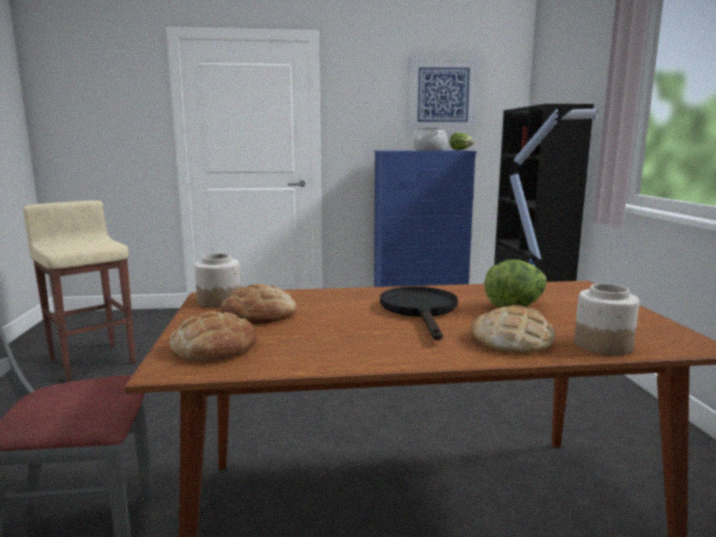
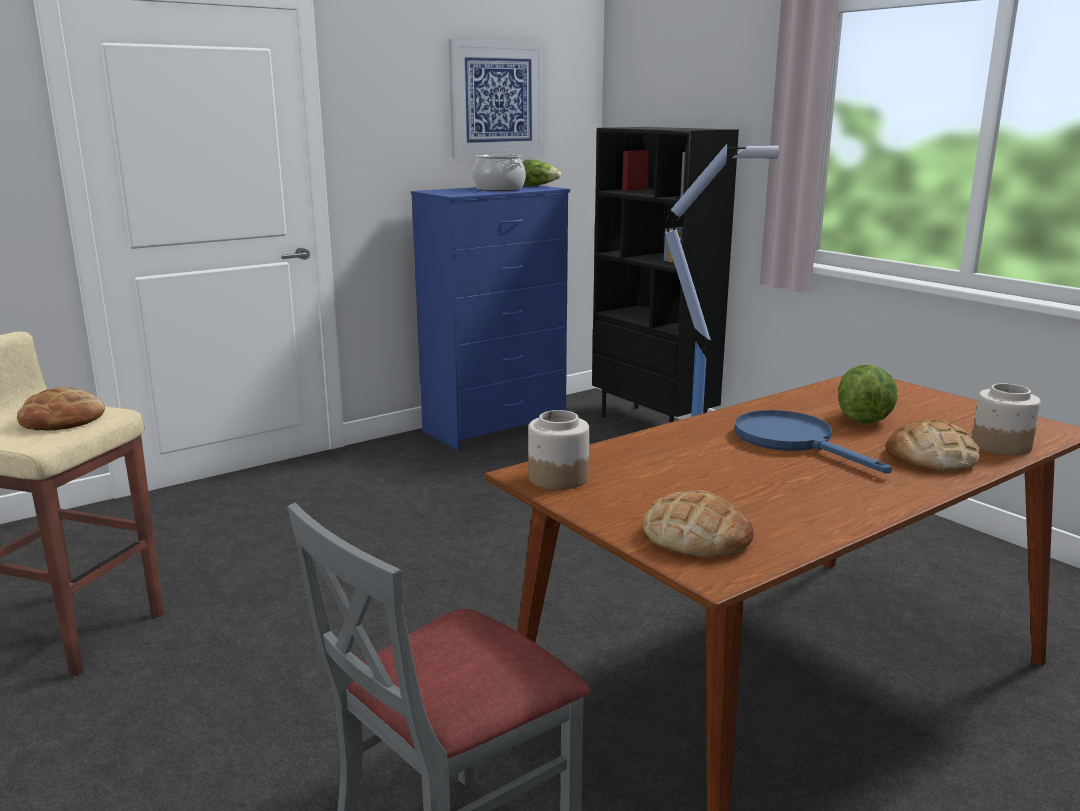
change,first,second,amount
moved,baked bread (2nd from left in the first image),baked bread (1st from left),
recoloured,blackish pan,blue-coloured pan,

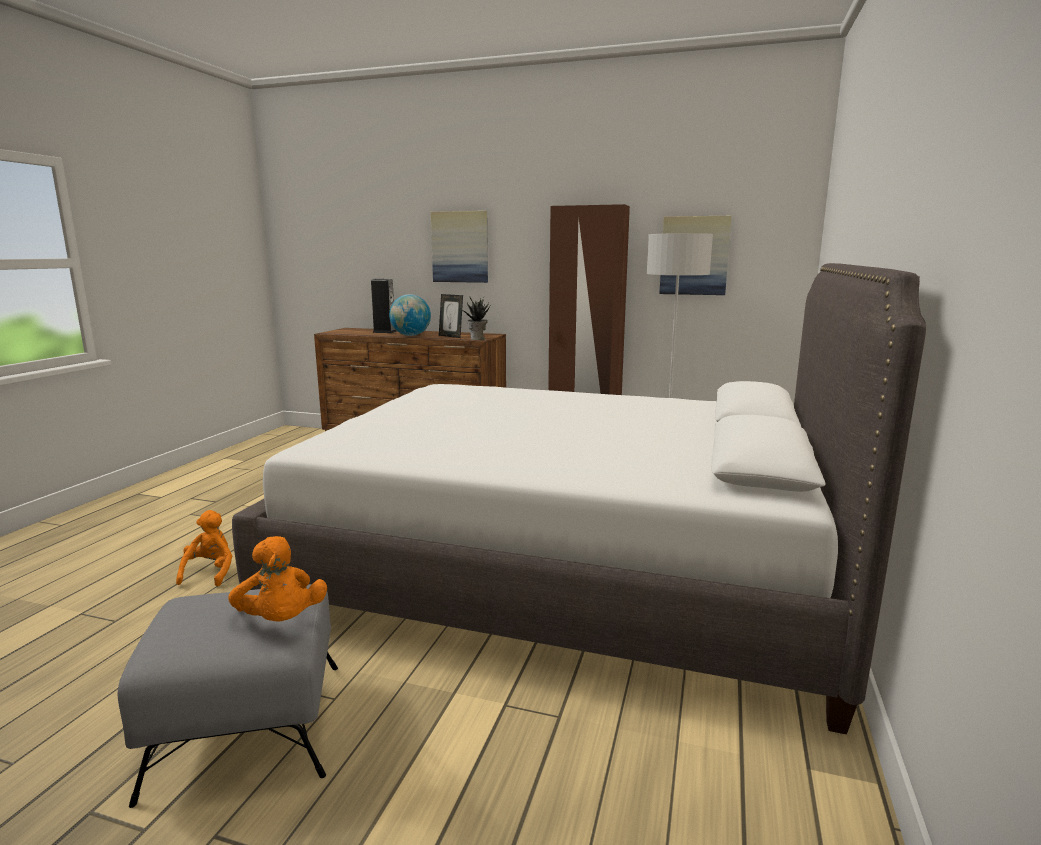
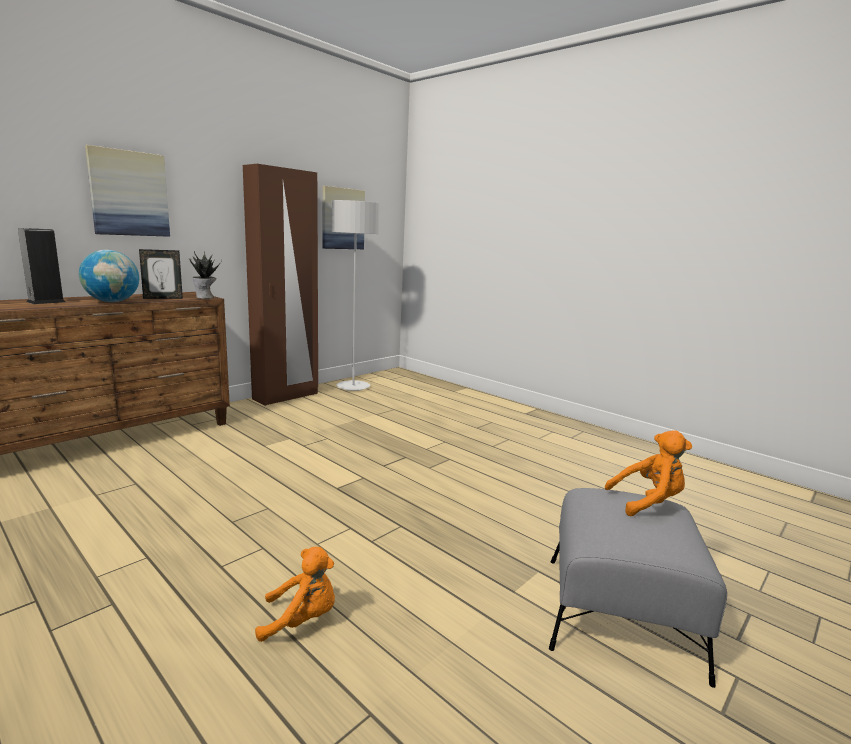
change,first,second,amount
removed,white bed,,
turned,orange-coloured plush toy (1st from left),,150 degrees clockwise

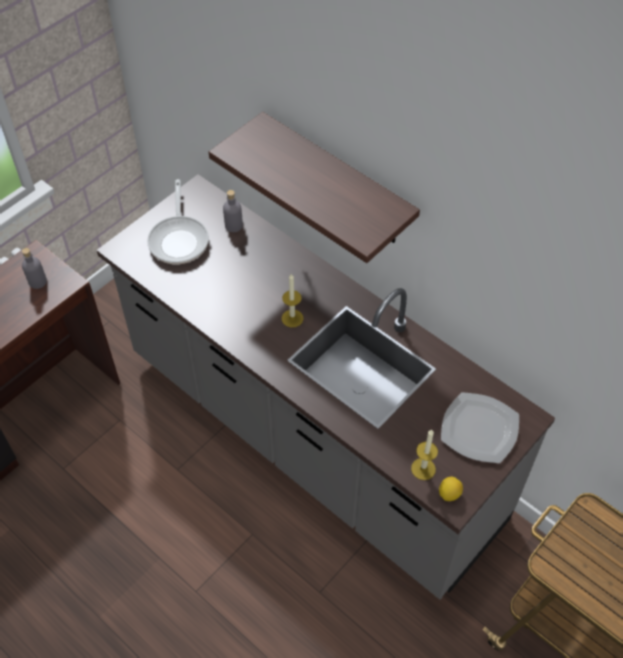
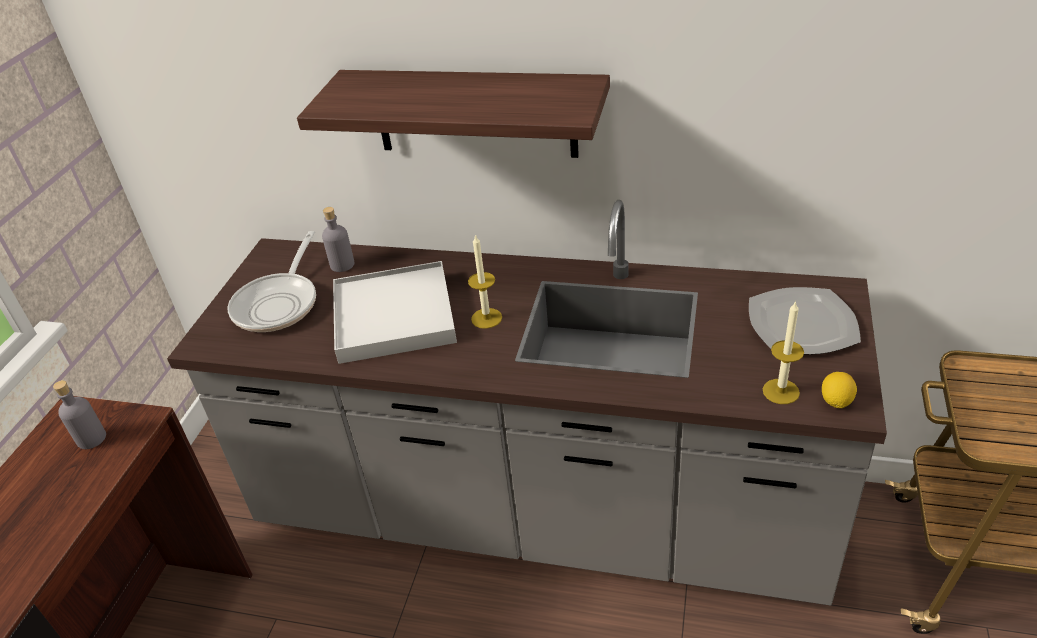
change,first,second,amount
added,,white tray,
turned,pan,,45 degrees clockwise

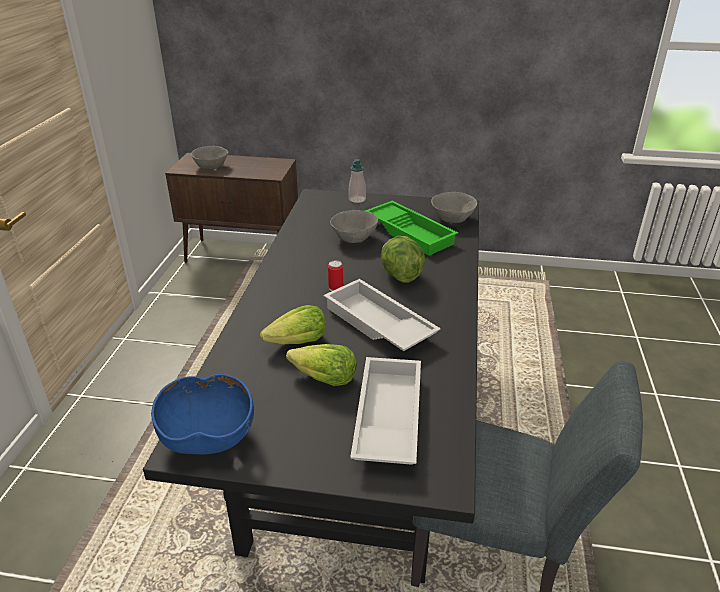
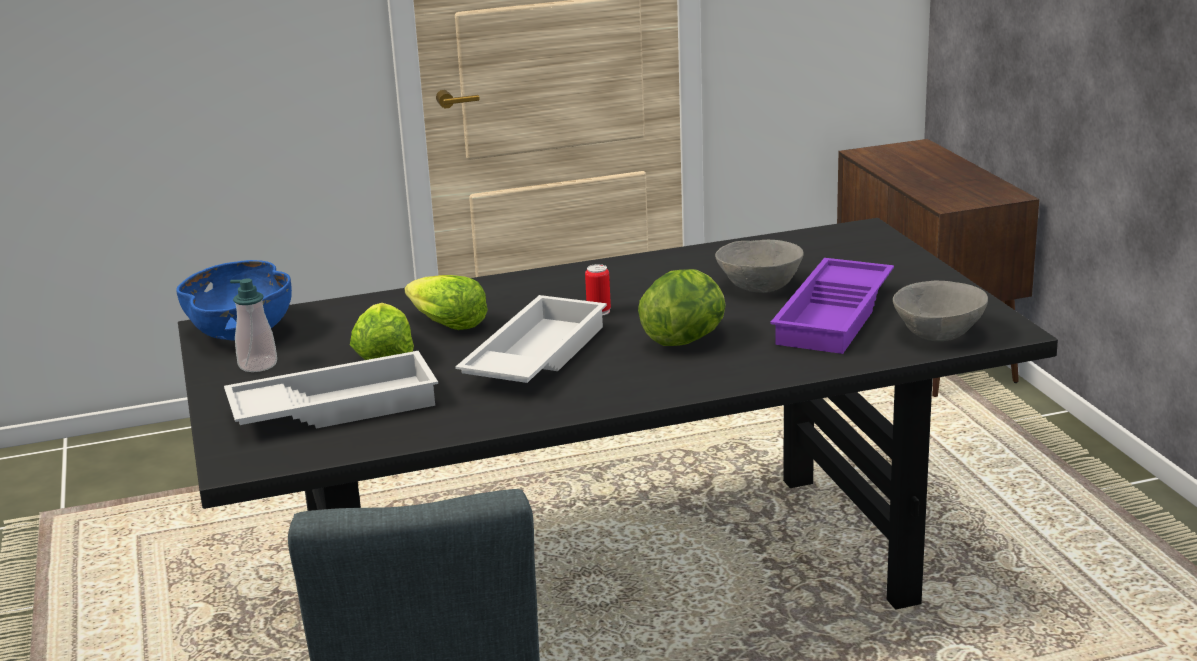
change,first,second,amount
removed,grey bowl (1st from left),,
moved,soap bottle,,
recoloured,greenish tray,purple tray,

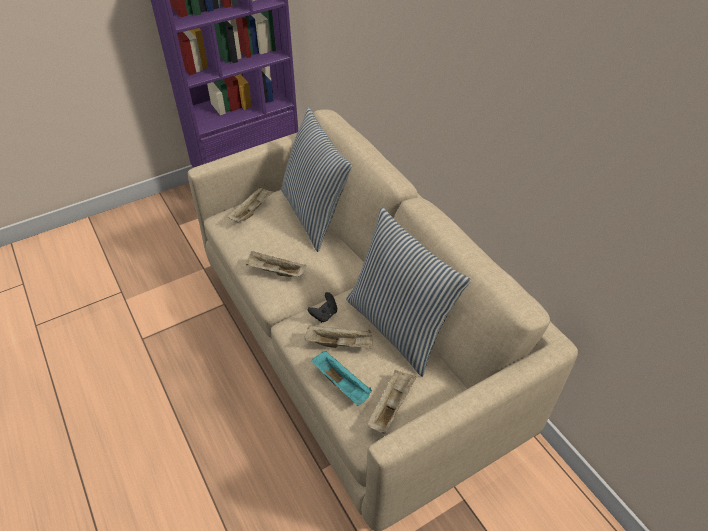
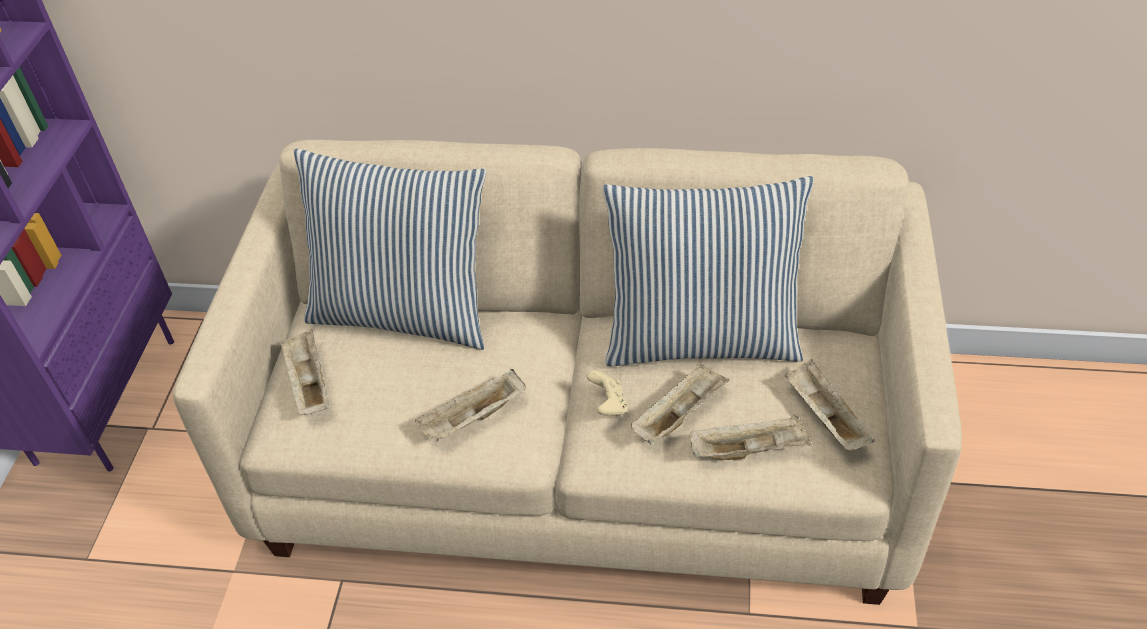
change,first,second,amount
recoloured,blackish joypad,beige joypad,
recoloured,blue-green tray,beige tray (4th from left),

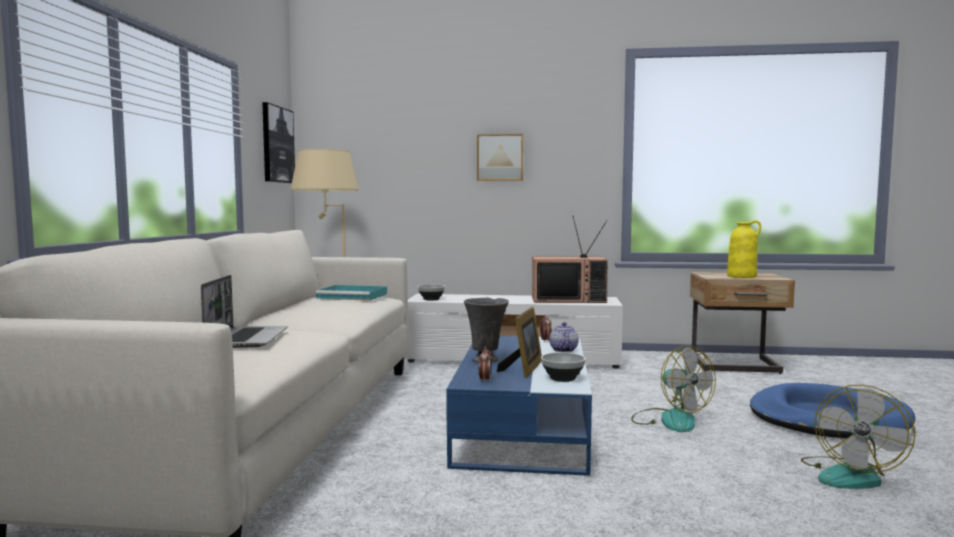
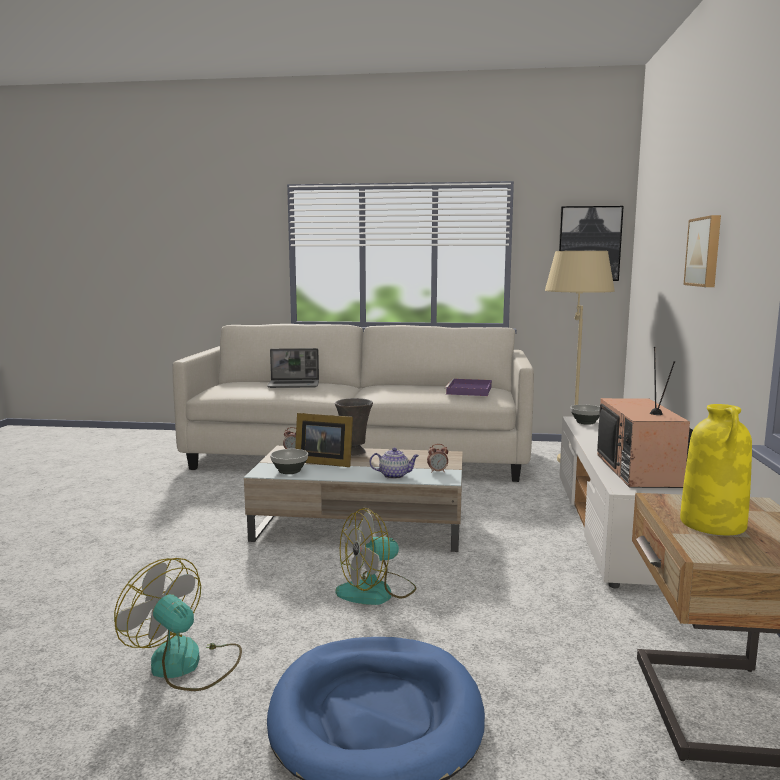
change,first,second,amount
recoloured,blue-green tray,purple tray,
recoloured,blue-coloured lounge table,beige lounge table,

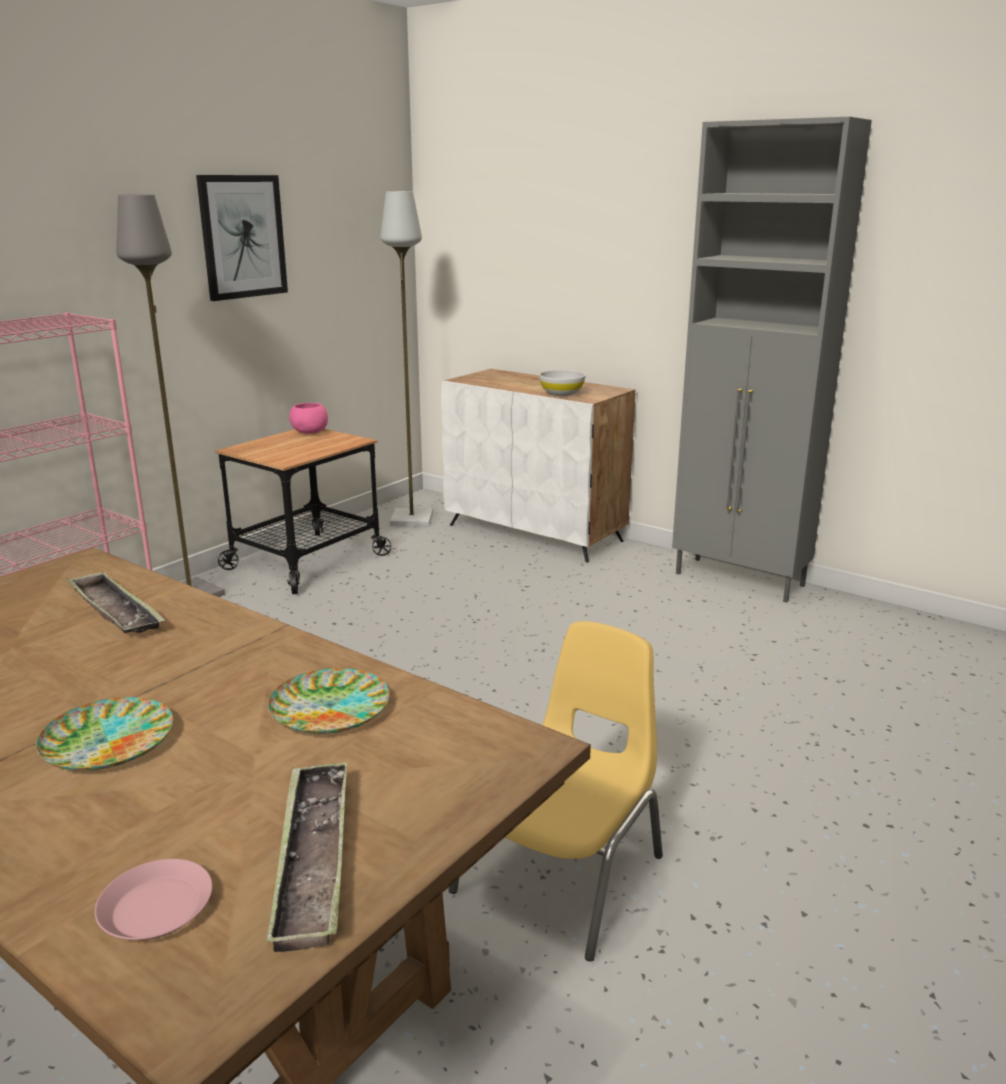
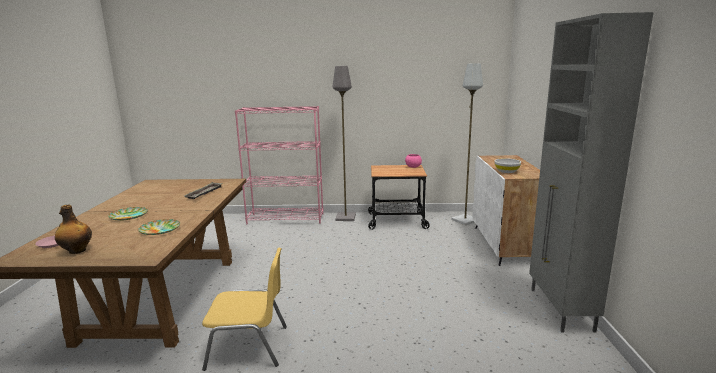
change,first,second,amount
removed,wall picture,,
replaced,tray (2nd from left),beverage bottle,

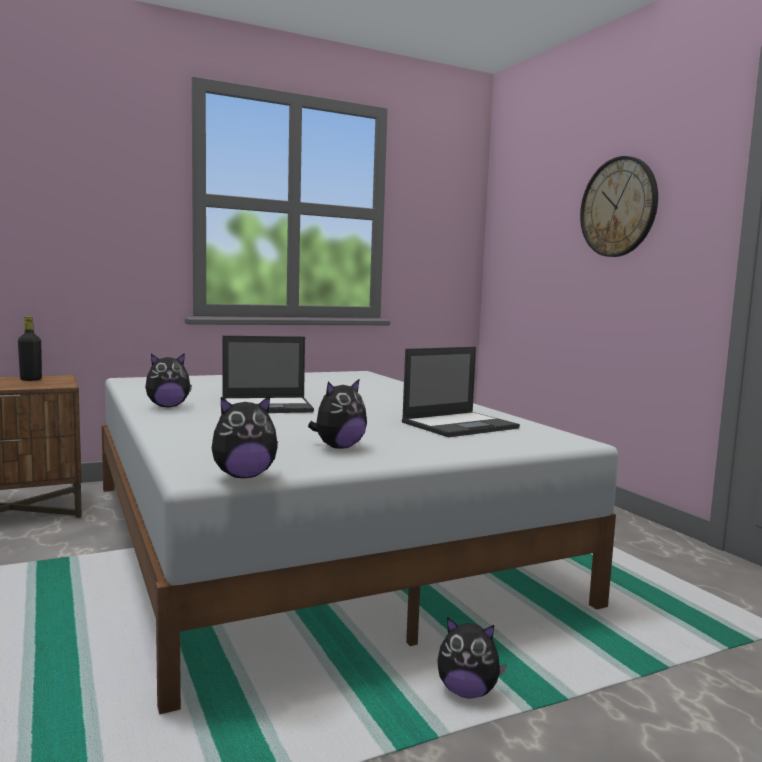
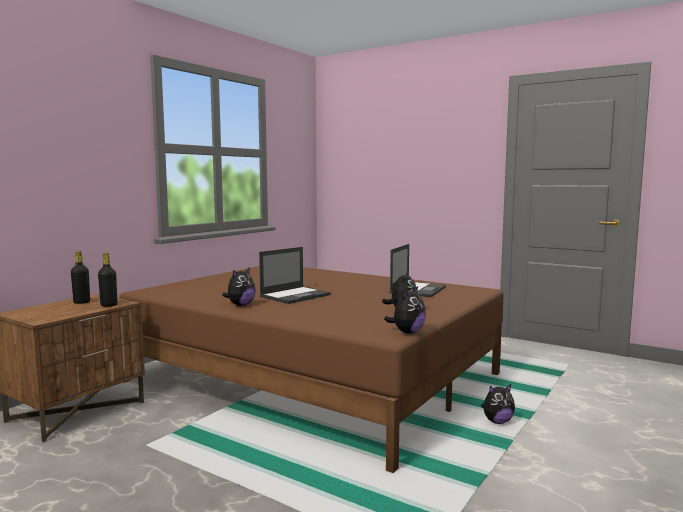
change,first,second,amount
removed,clock on the wall,,
added,,blackish beverage bottle (2nd from left),
recoloured,white bed,brownish bed,

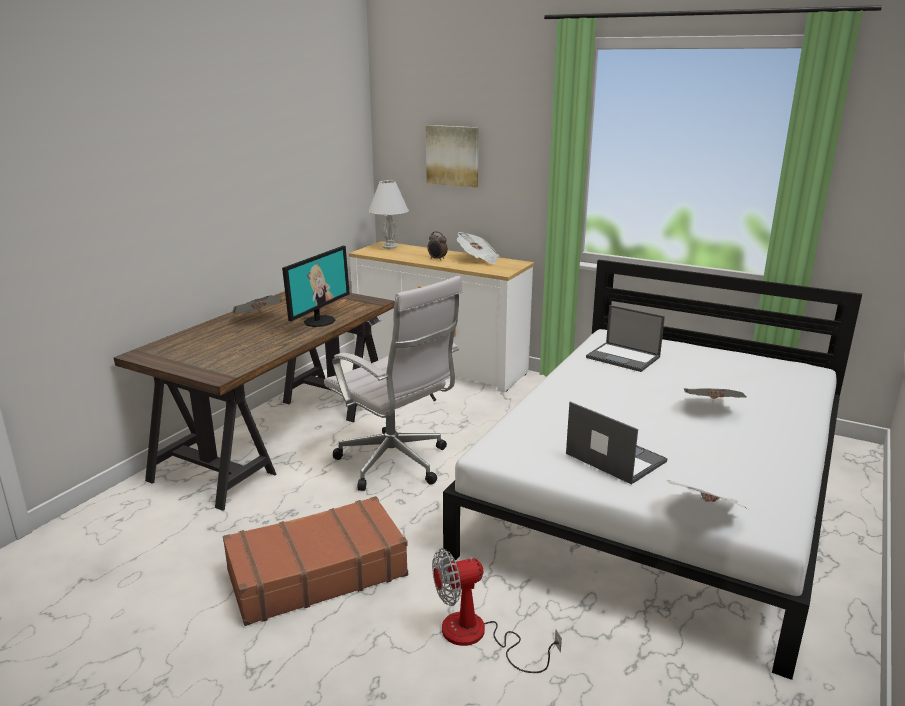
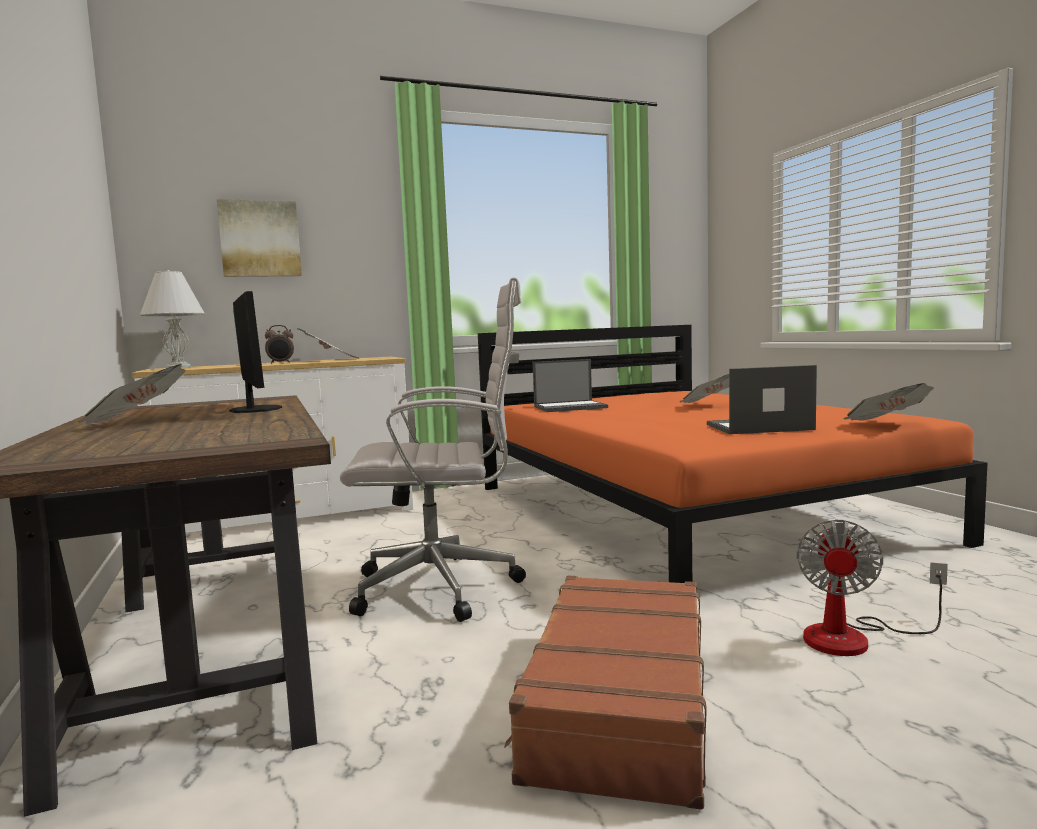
change,first,second,amount
recoloured,white bed,orange-coloured bed,

